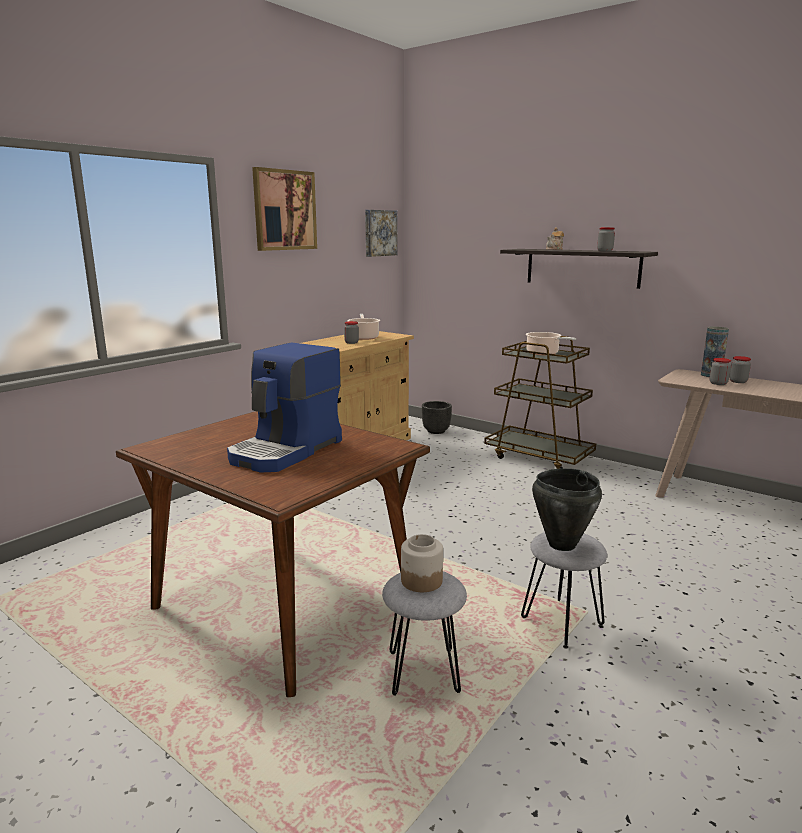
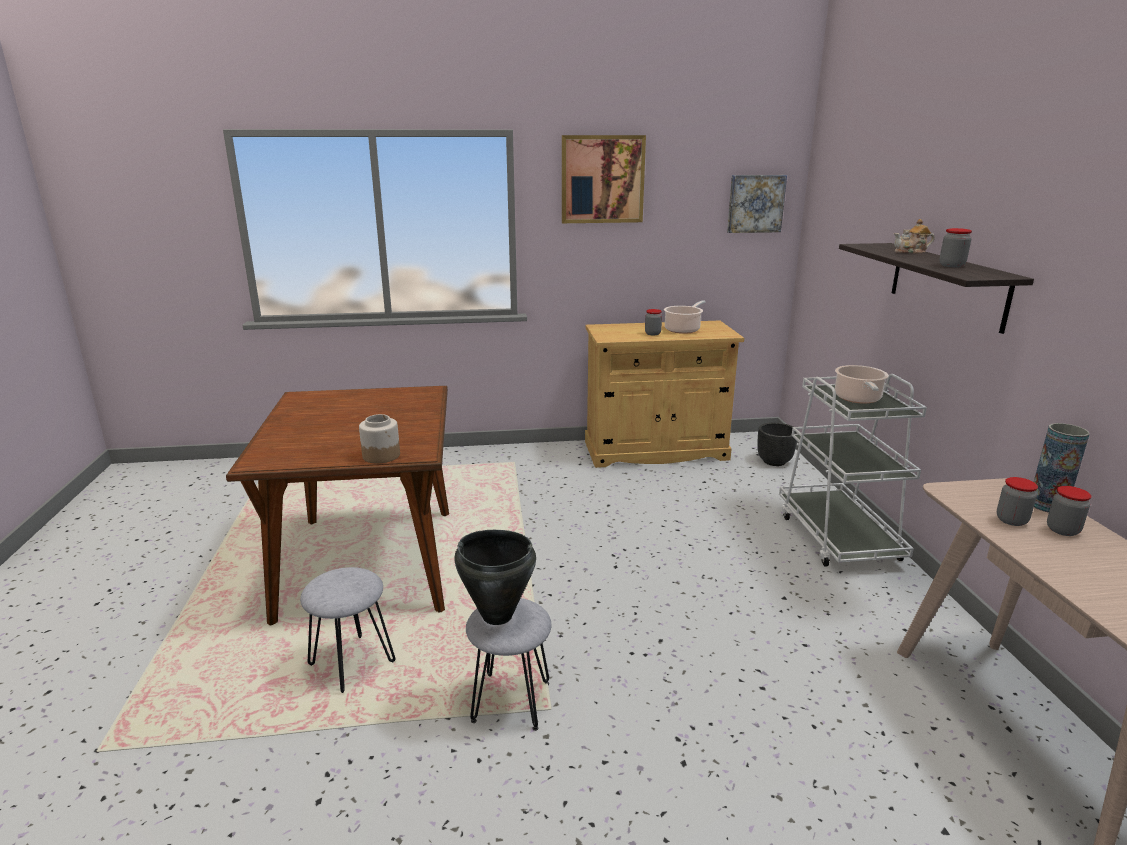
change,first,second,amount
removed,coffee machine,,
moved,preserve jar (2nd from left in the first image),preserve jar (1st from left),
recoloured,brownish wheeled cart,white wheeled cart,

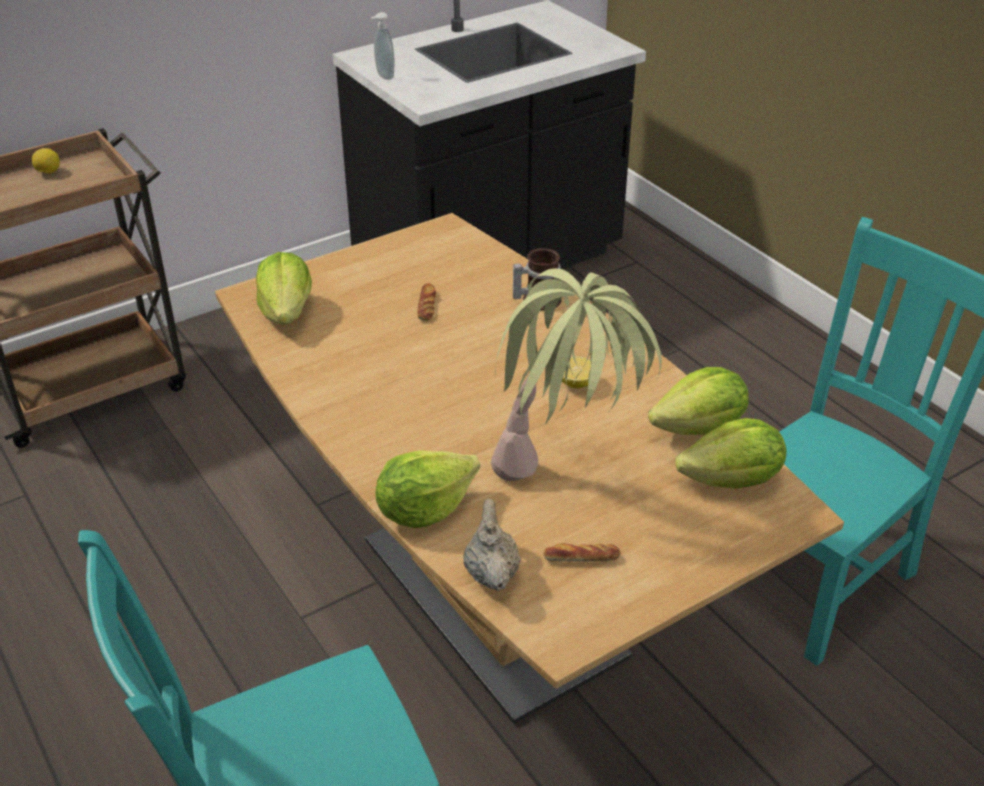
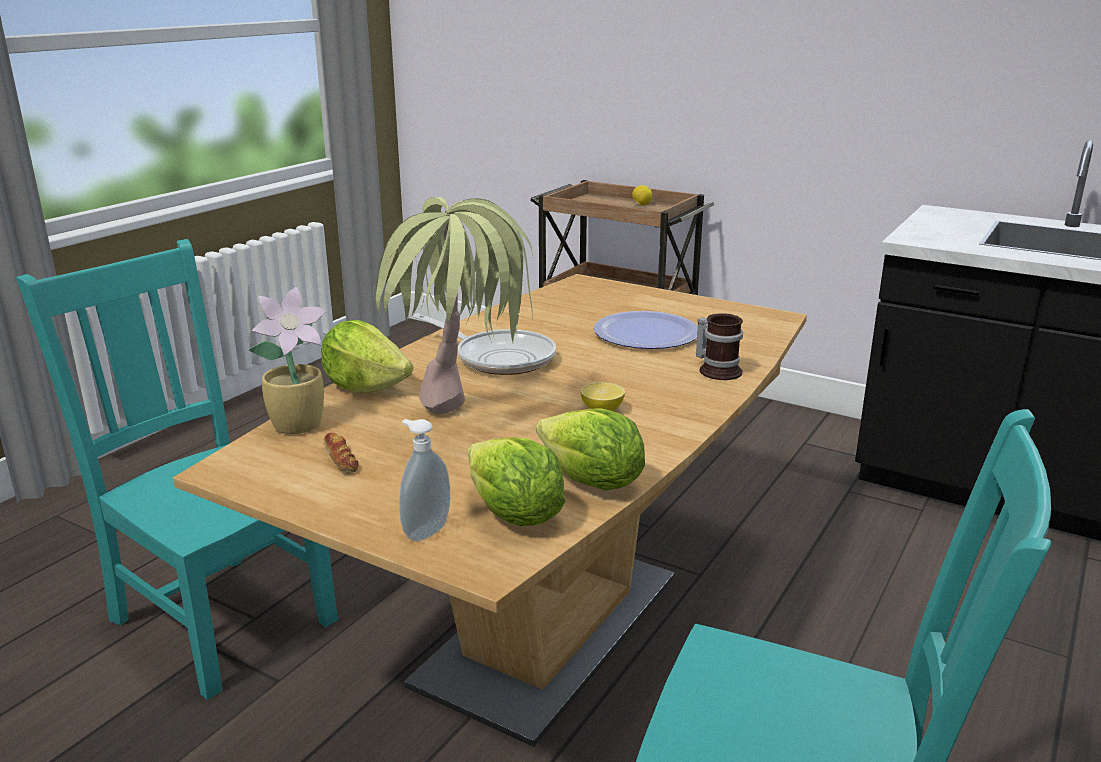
change,first,second,amount
removed,head of lettuce (1st from left),,
added,,pan,
moved,soap bottle,,
replaced,baked bread (1st from left),plate,
replaced,beige pot for tea,plant in a pot (1st from left),

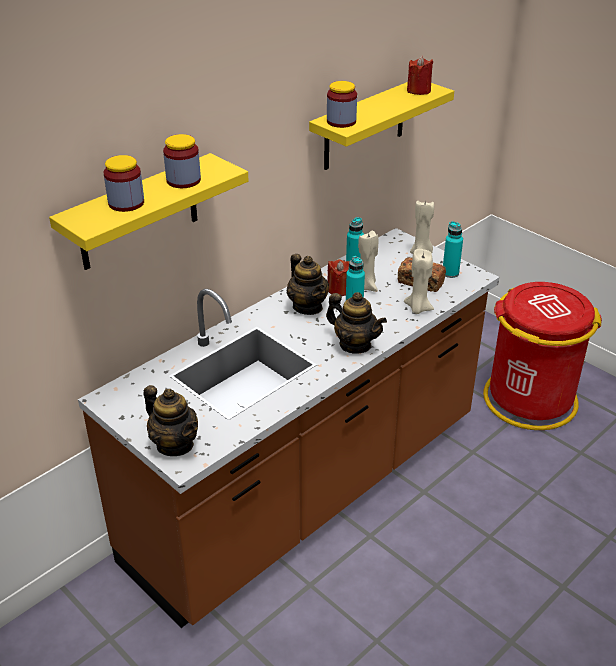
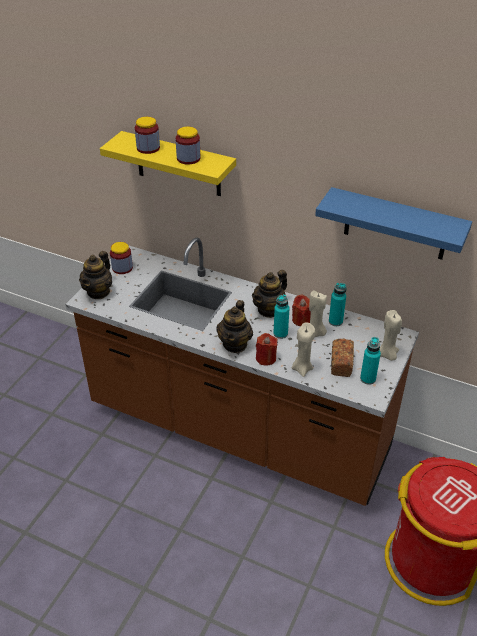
change,first,second,amount
moved,preserve jar (3rd from left in the first image),preserve jar (1st from left),
moved,reddish wax light (2nd from left in the first image),reddish wax light (1st from left),
recoloured,yellow bracket shelf (2nd from left),blue-coloured bracket shelf,

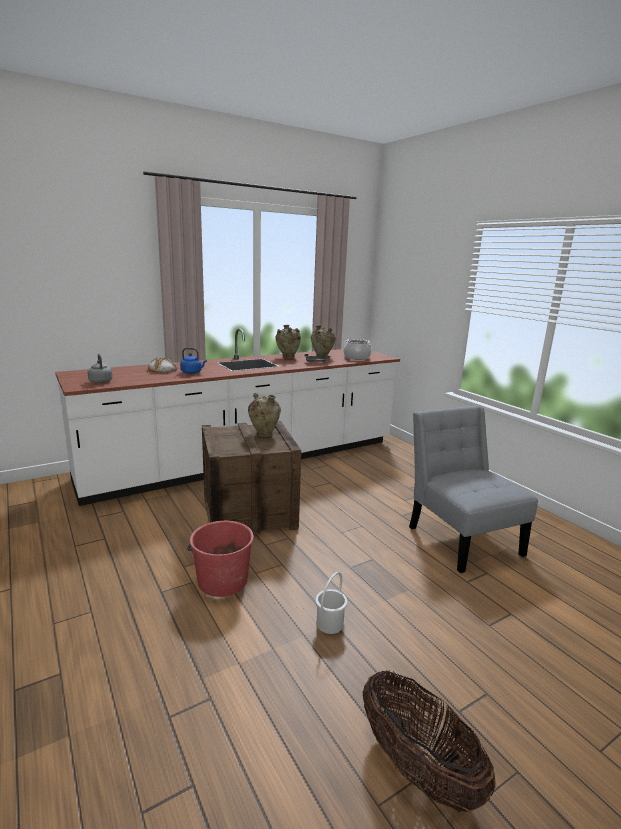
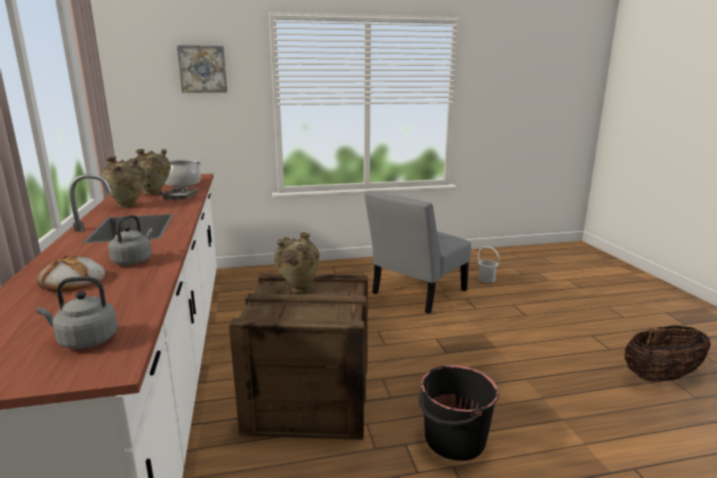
change,first,second,amount
added,,wall picture,
moved,white bucket,,
recoloured,blue-coloured kettle,grey kettle (2nd from left),
recoloured,reddish bucket,blackish bucket,
turned,grey plain chair,,45 degrees counterclockwise

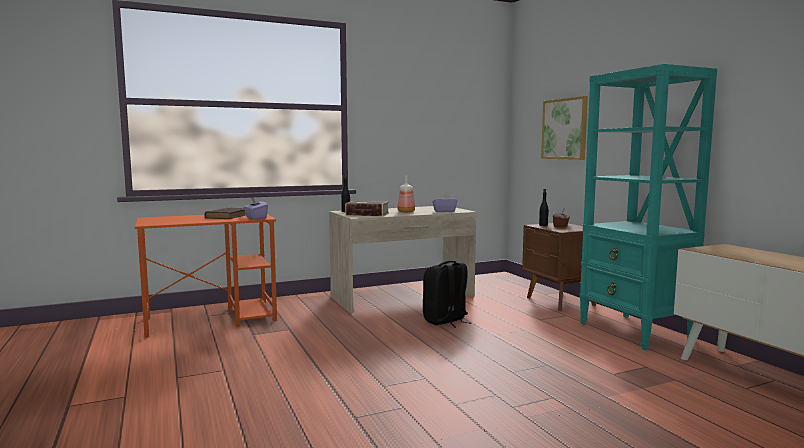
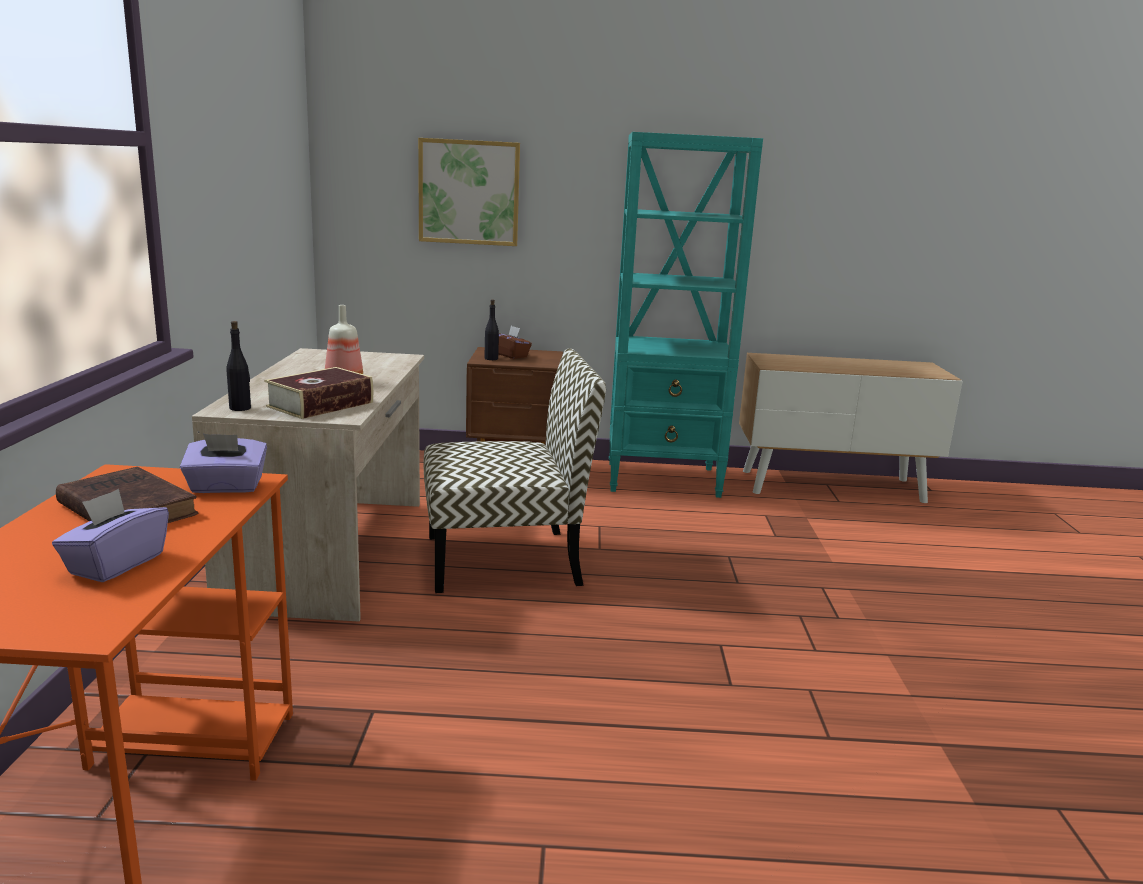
change,first,second,amount
moved,purple tissue holder (2nd from left in the first image),purple tissue holder (1st from left),
replaced,blackish rucksack,plain chair,

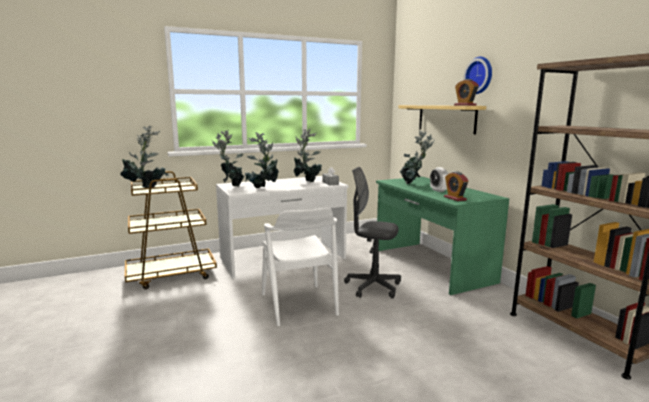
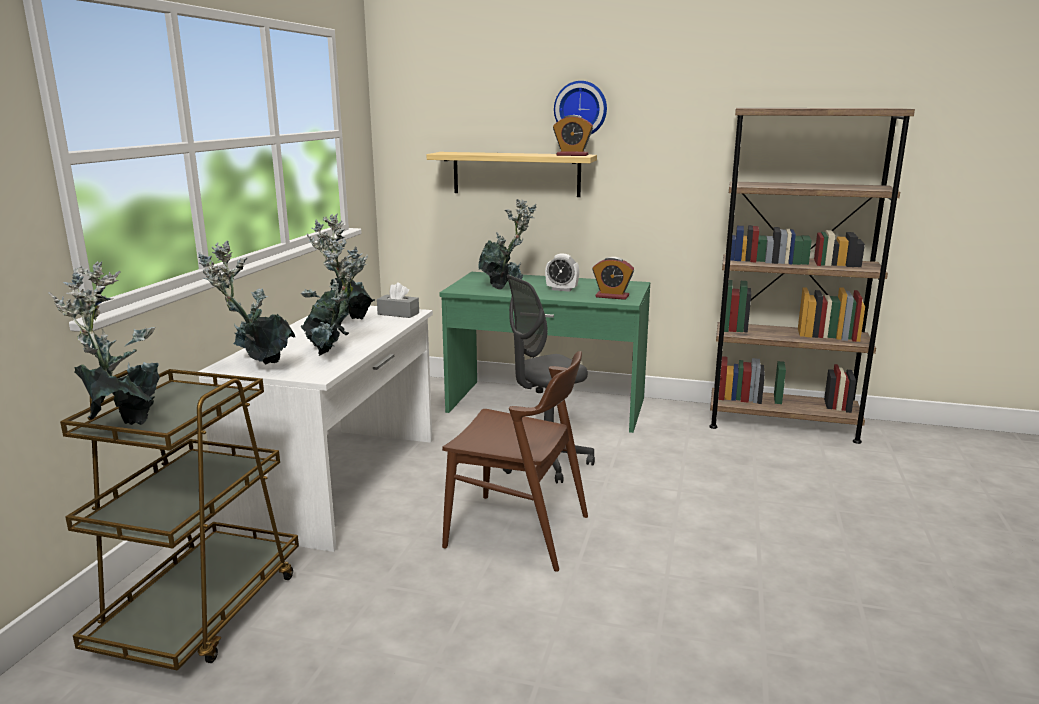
change,first,second,amount
recoloured,white plain chair,brownish plain chair,

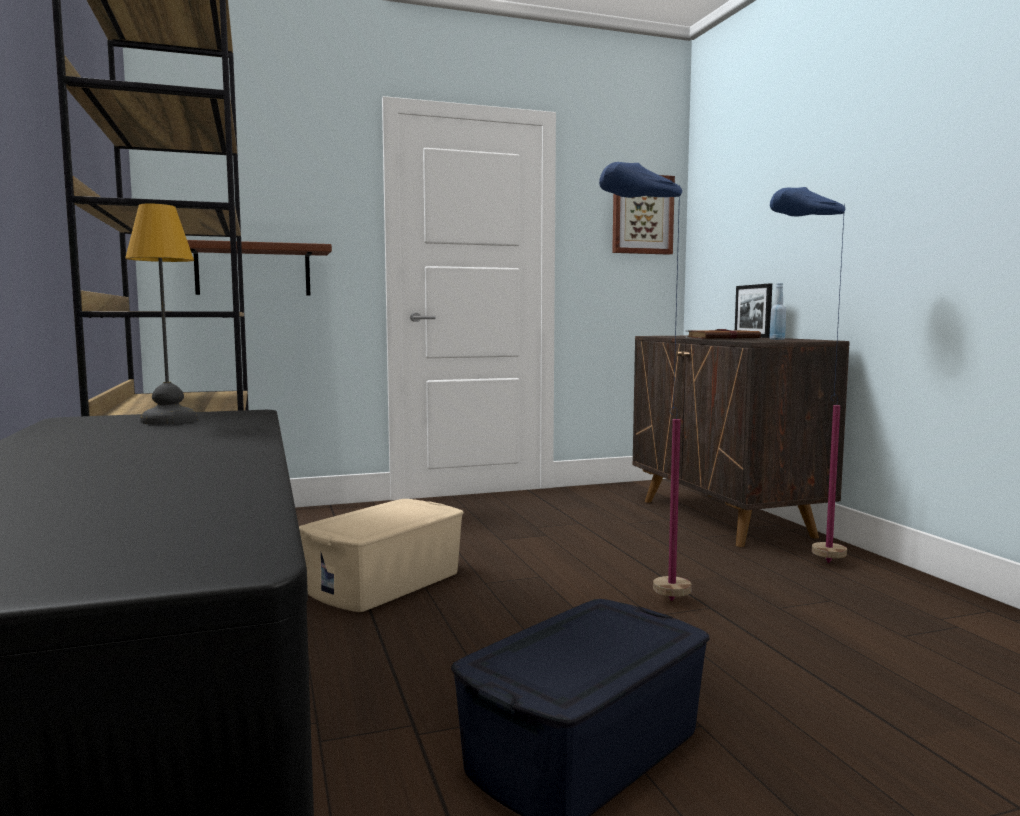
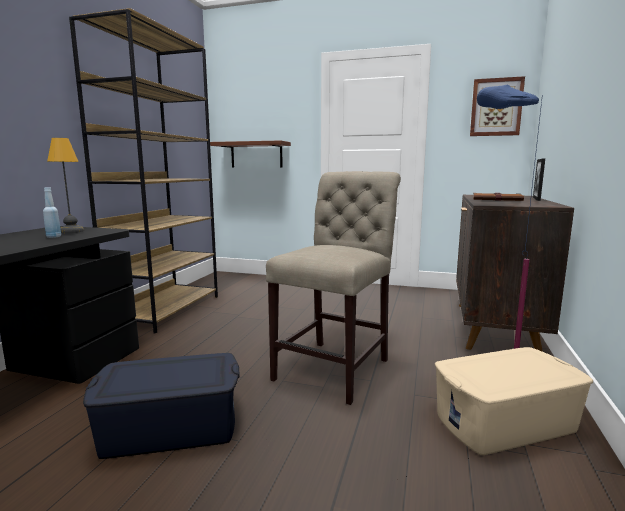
change,first,second,amount
moved,beige storage box,,
moved,blue-coloured beverage bottle,,
replaced,blue-coloured floor lamp (1st from left),beige plain chair,

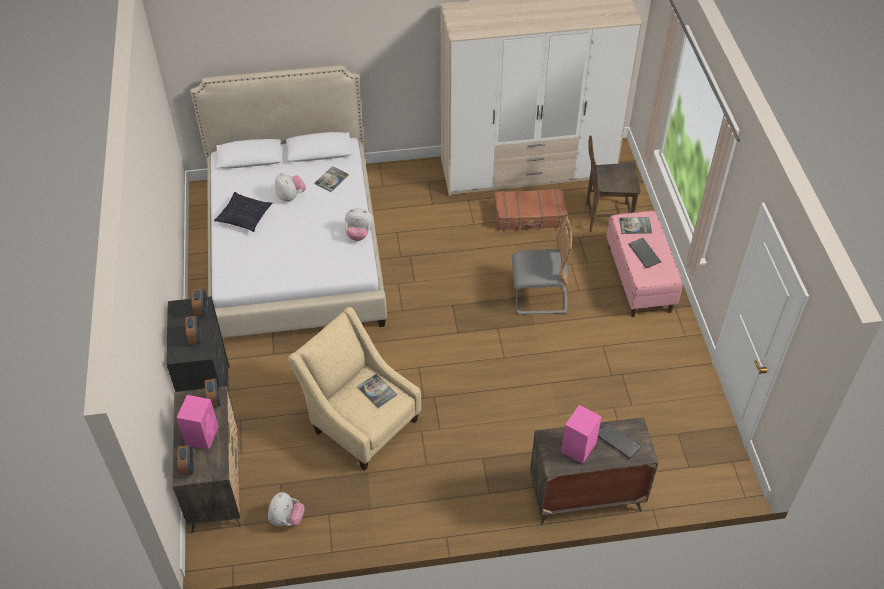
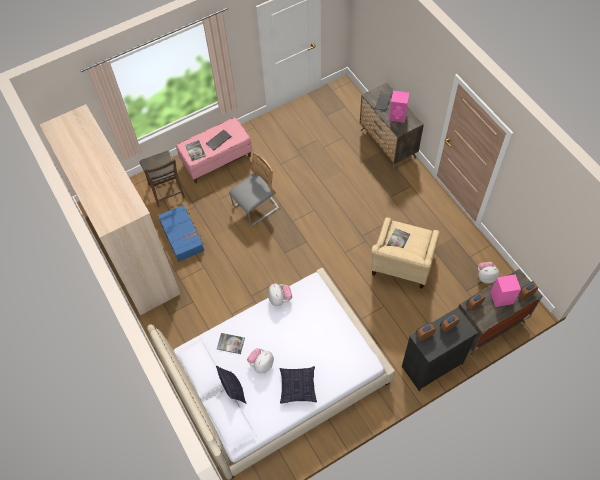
change,first,second,amount
added,,cushion (1st from left),
recoloured,brownish suitcase,blue-coloured suitcase,
turned,grey plain chair,,75 degrees clockwise

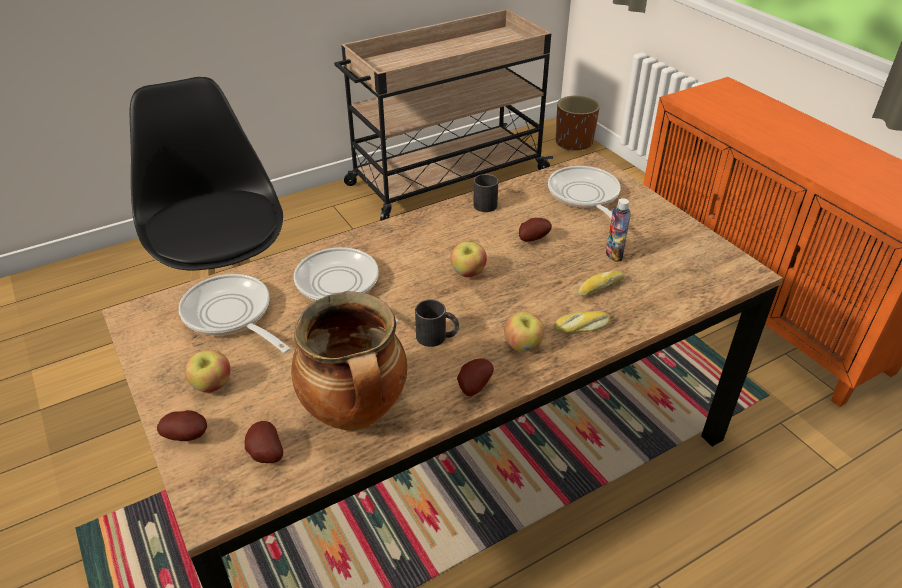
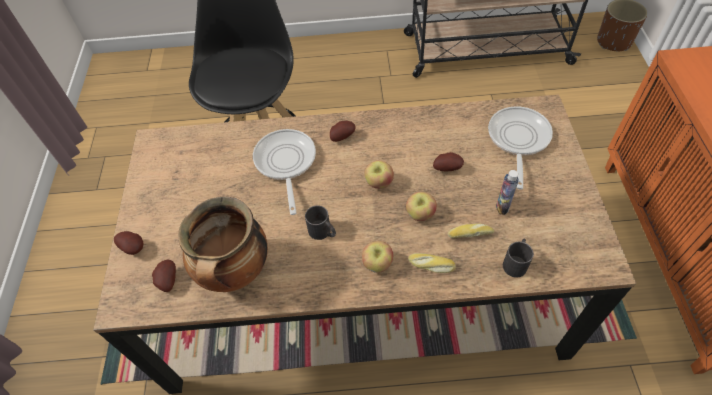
change,first,second,amount
removed,pan (1st from left),,
moved,whole apple (1st from left in the first image),whole apple (3rd from left),
moved,spud (3rd from left),,
moved,blackish mug (2nd from left),,

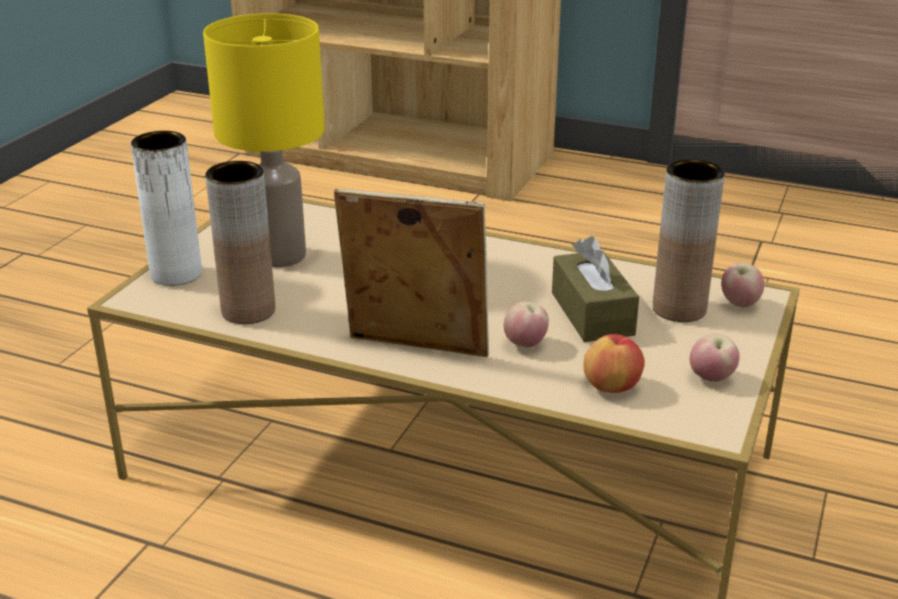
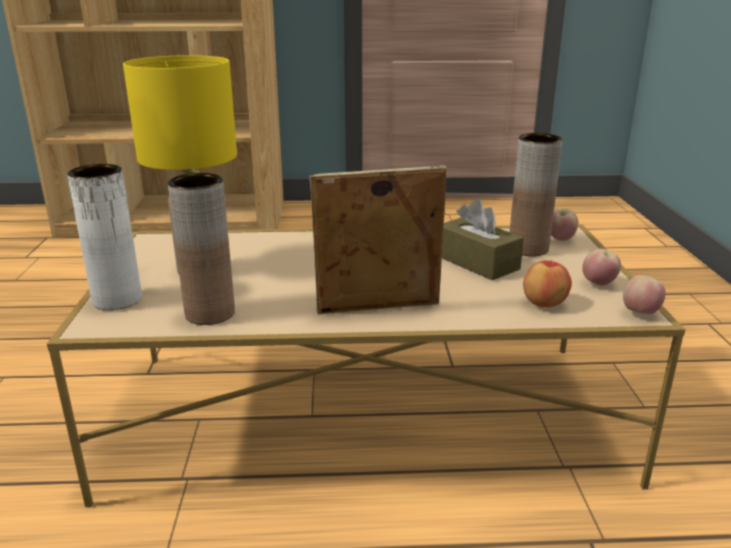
change,first,second,amount
moved,whole apple (1st from left in the first image),whole apple (4th from left),

